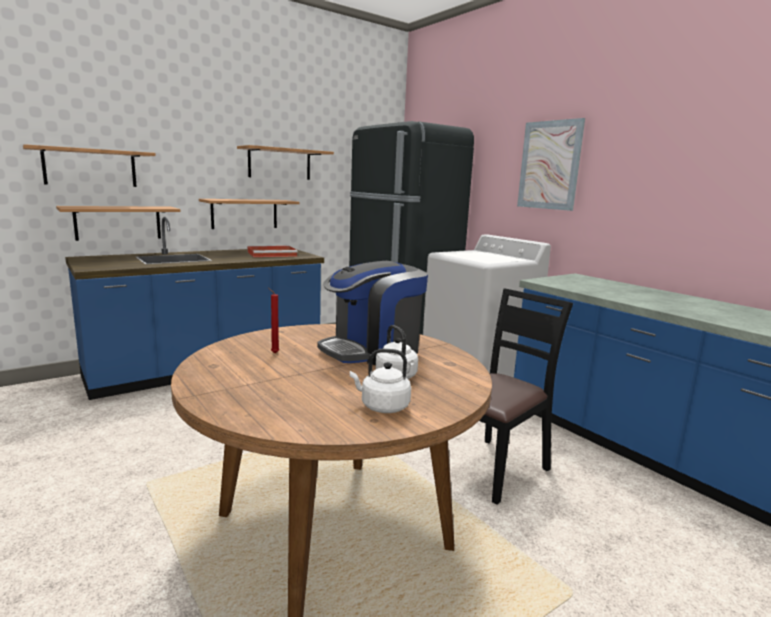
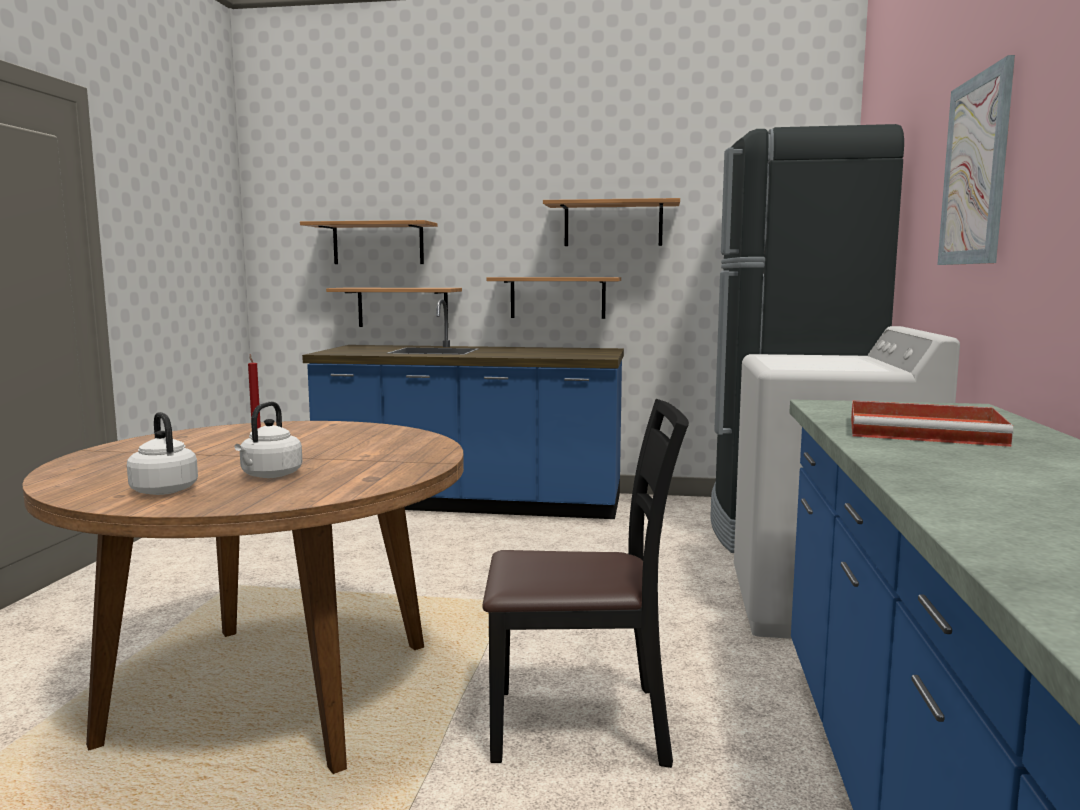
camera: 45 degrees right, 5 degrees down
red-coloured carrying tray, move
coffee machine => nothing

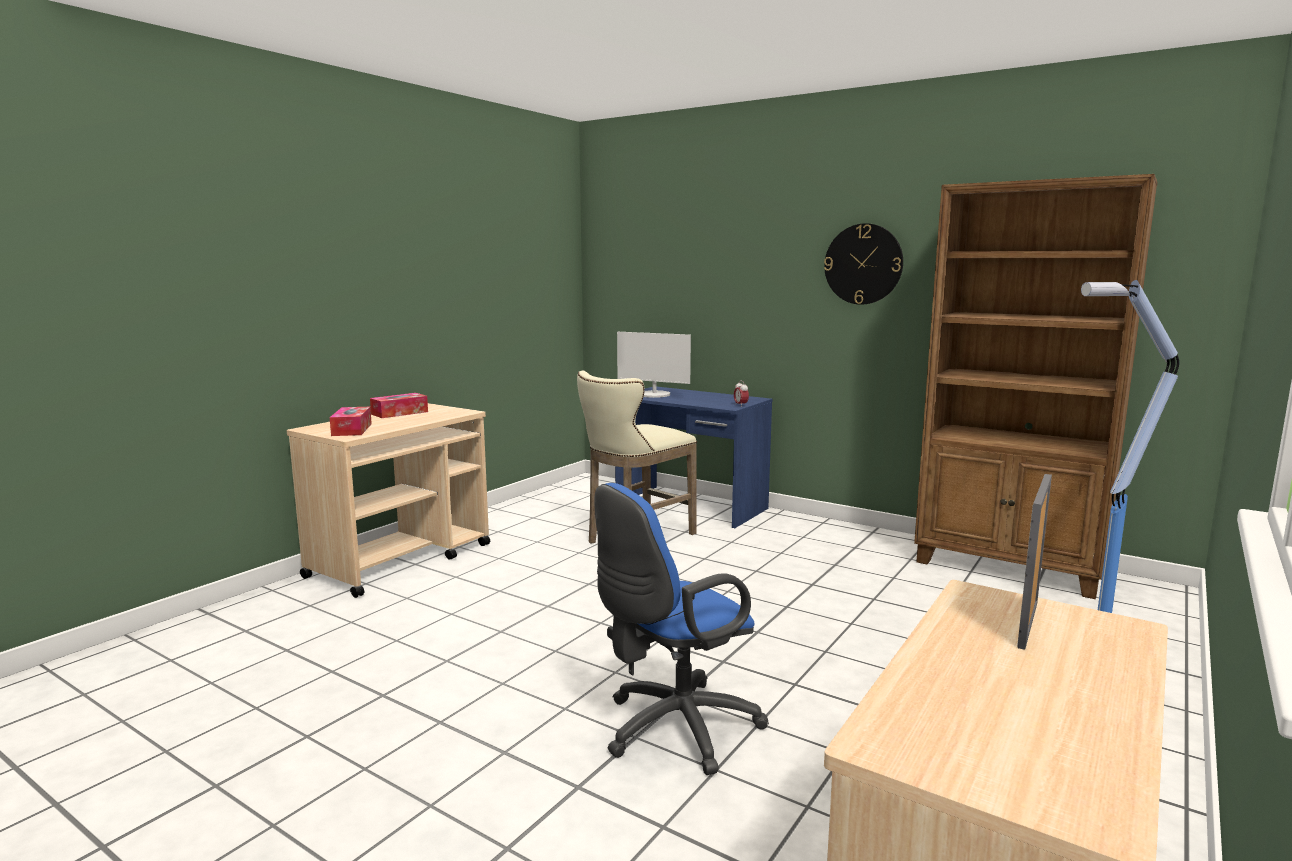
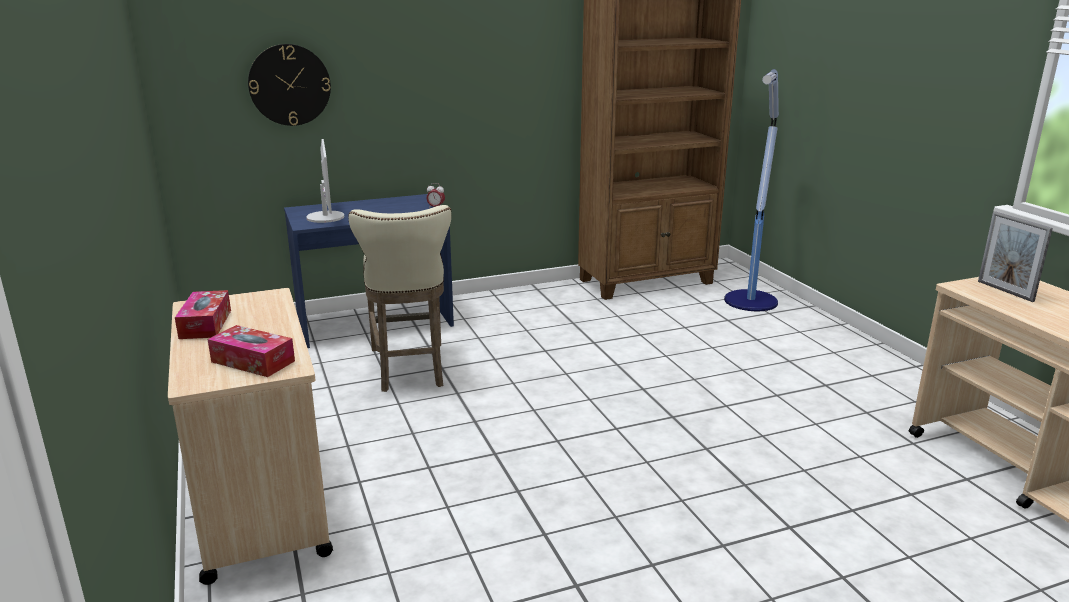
camera: 55 degrees left, 10 degrees up
hanging clock, move
computer display, 75 degrees counterclockwise
blue desk chair => nothing

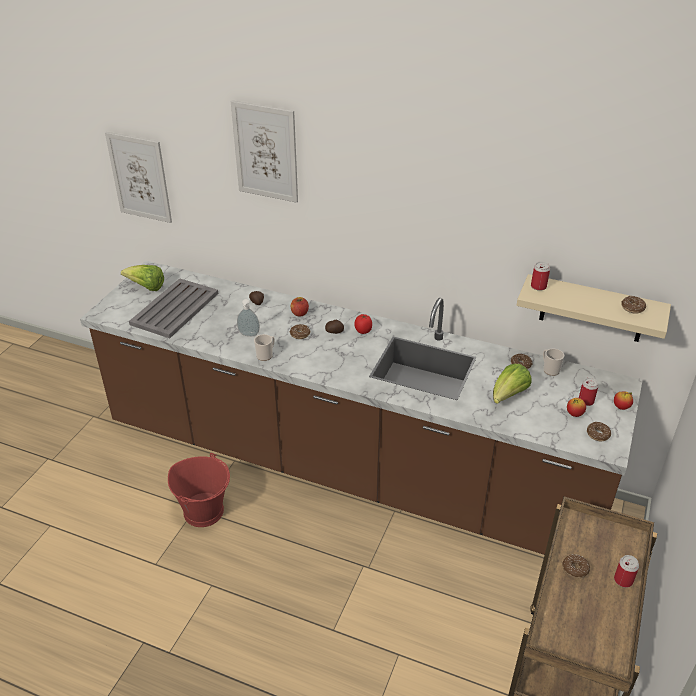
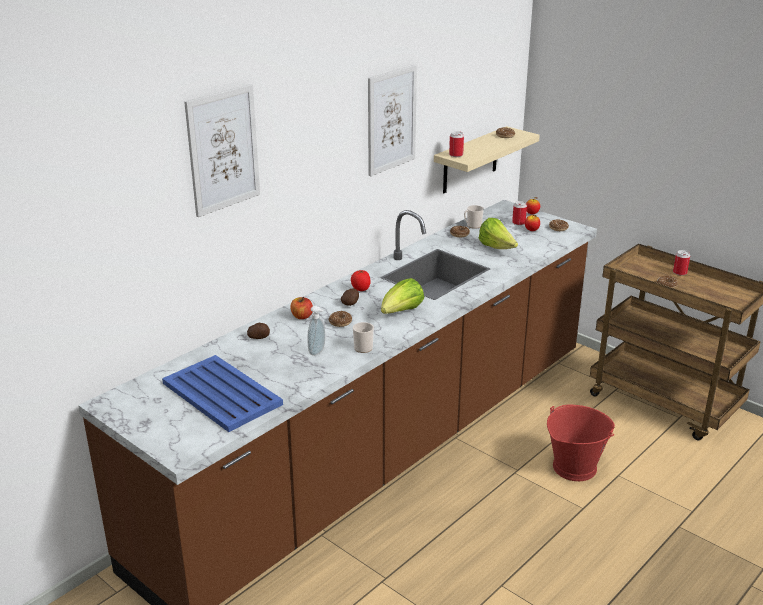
camera: 70 degrees left, 10 degrees down
picture (1st from left in the first image) => picture (2nd from left), move
head of lettuce (1st from left), move
grey carrying tray => blue carrying tray
red-coloured bucket, move

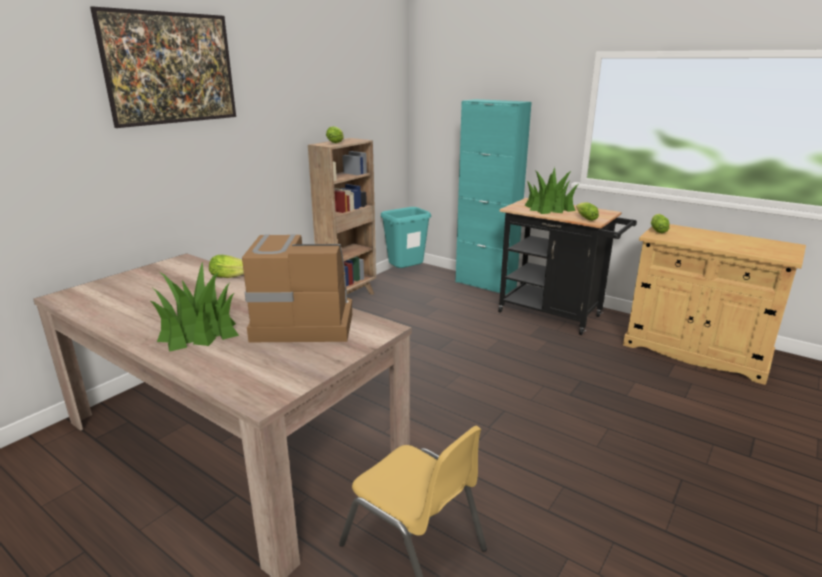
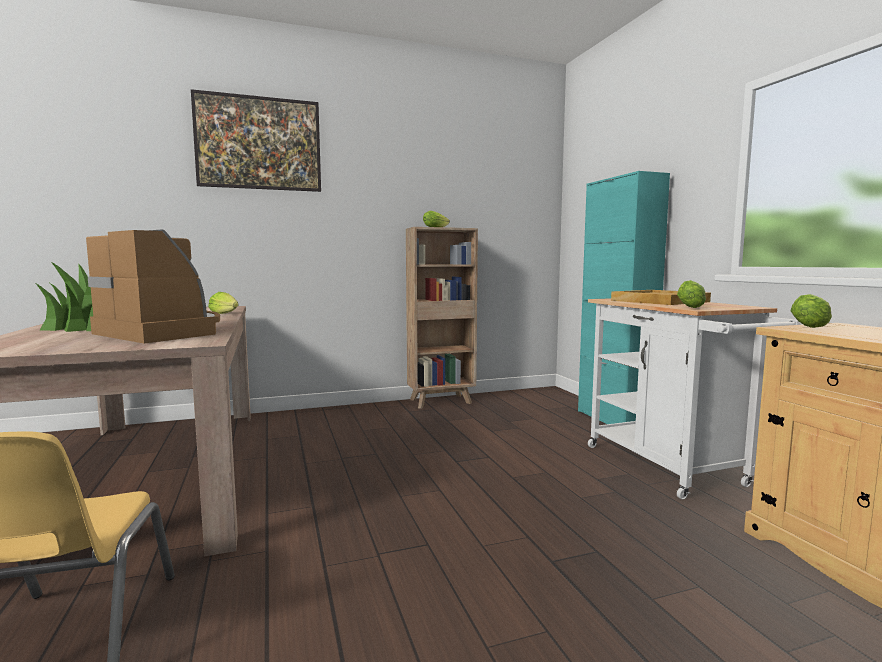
camera: 35 degrees right, 15 degrees down
plant in a pot (2nd from left) => beige-coloured carrying tray
black trolley => white-coloured trolley
blue-green trash can => nothing

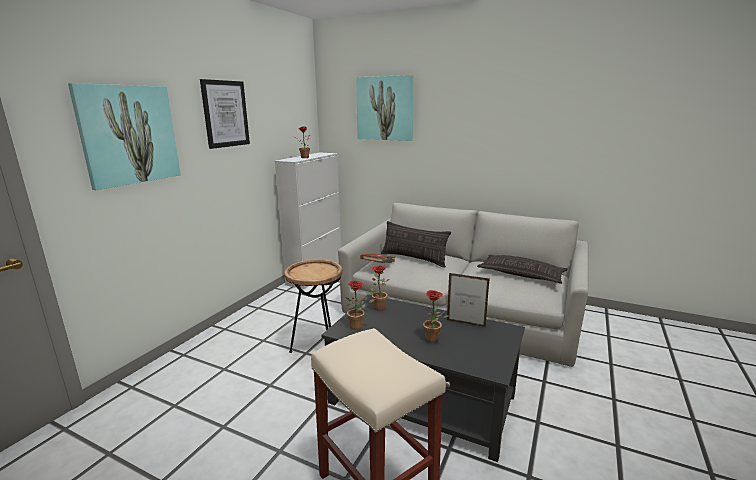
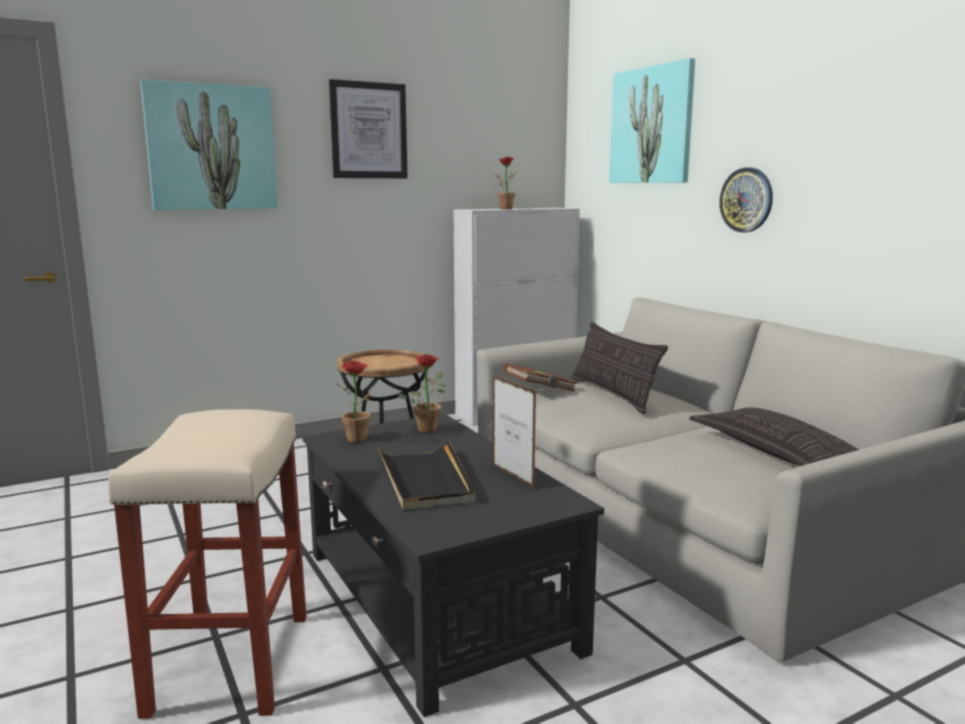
camera: 35 degrees right, 5 degrees down
plant in a pot (4th from left) => black carrying tray
nothing => hanging clock

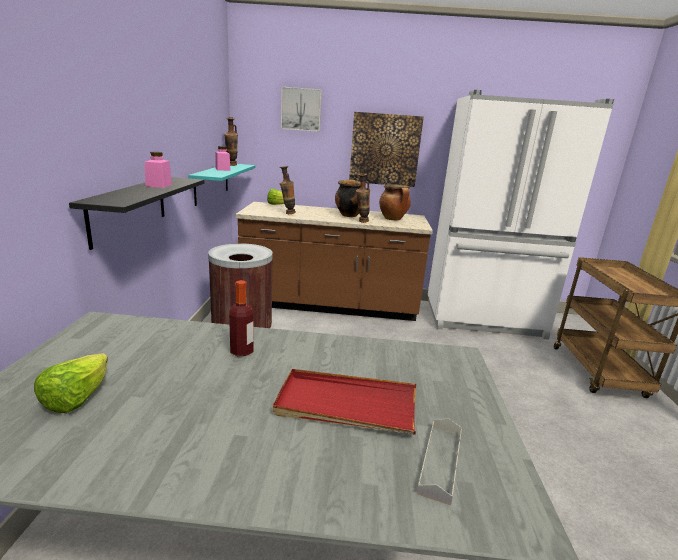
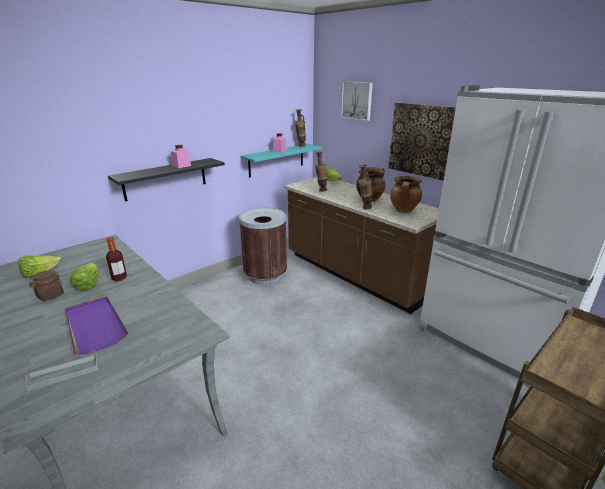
camera: 45 degrees right, 5 degrees up
red-coloured carrying tray => purplish carrying tray
nothing => head of lettuce (2nd from left)
nothing => brown preserve jar

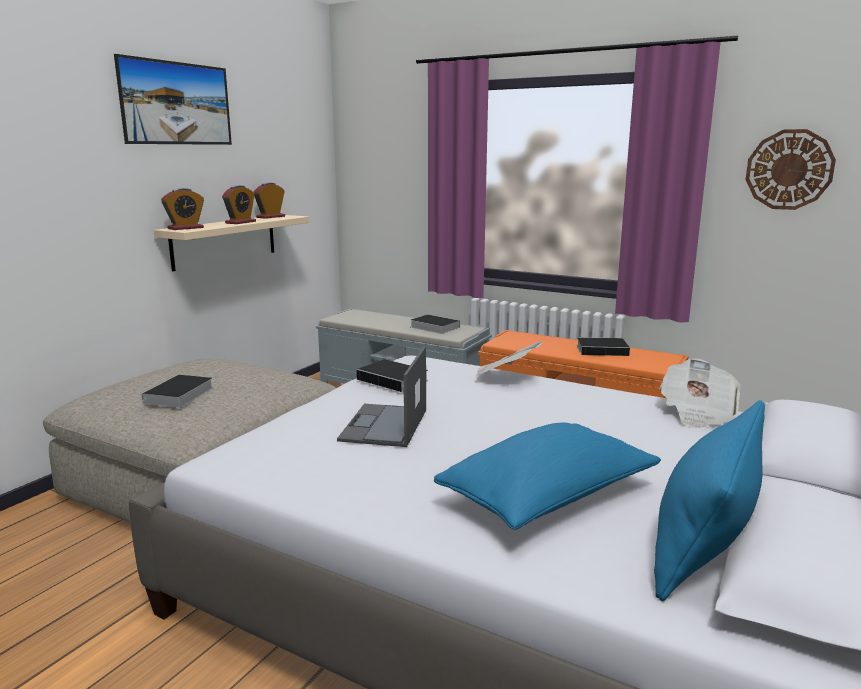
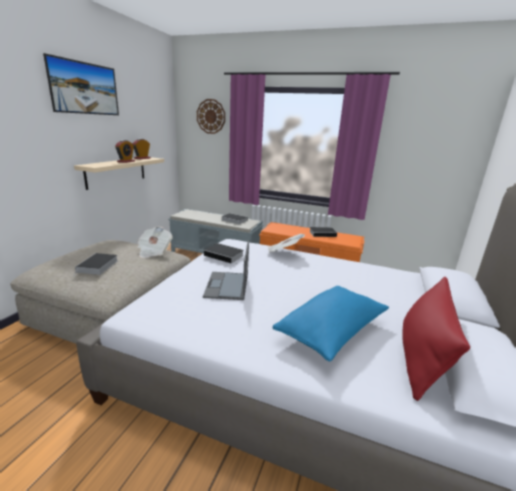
camera: 10 degrees left, 5 degrees up
hanging clock, move
alarm clock (1st from left) => nothing
newspaper (2nd from left in the first image) => newspaper (1st from left), move
blue cushion (2nd from left) => red-coloured cushion

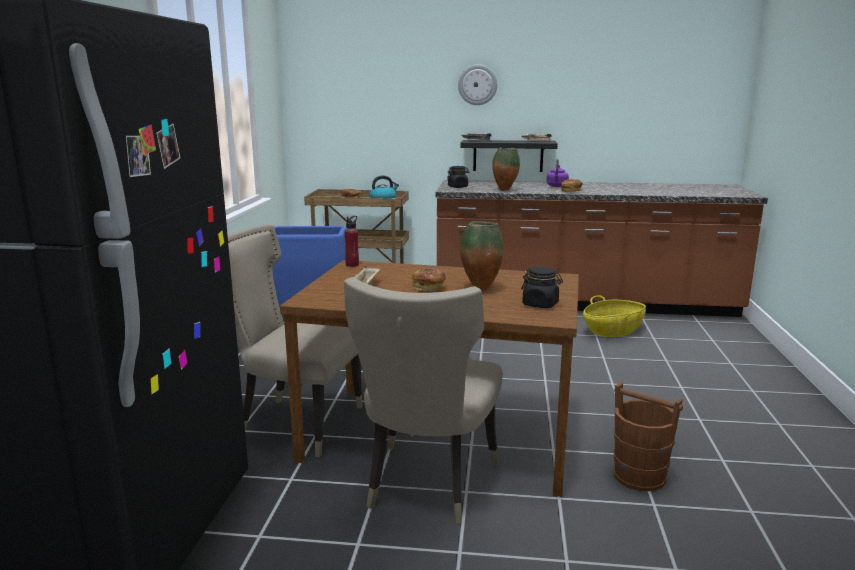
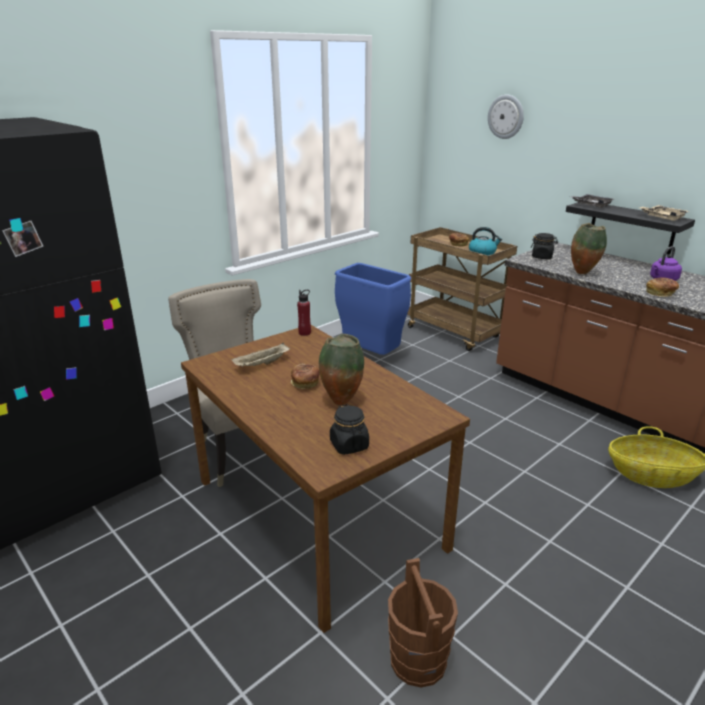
camera: 40 degrees right, 10 degrees up
hanging clock, move
beige-coloured plain chair (2nd from left) => nothing

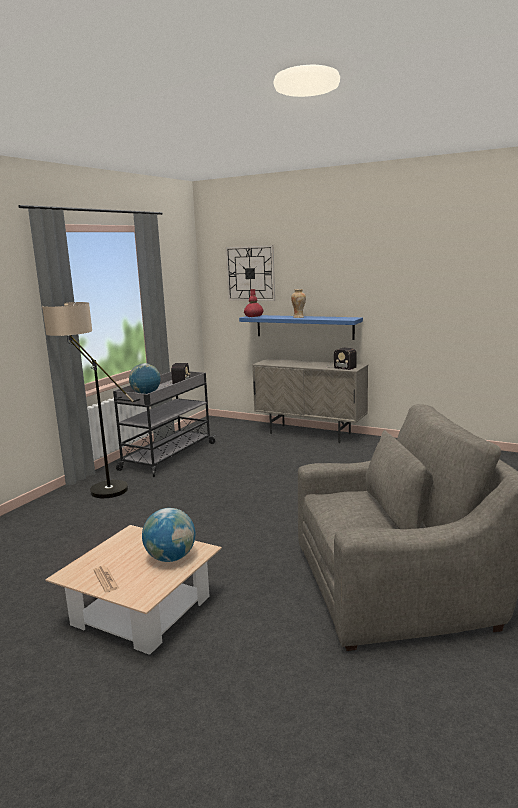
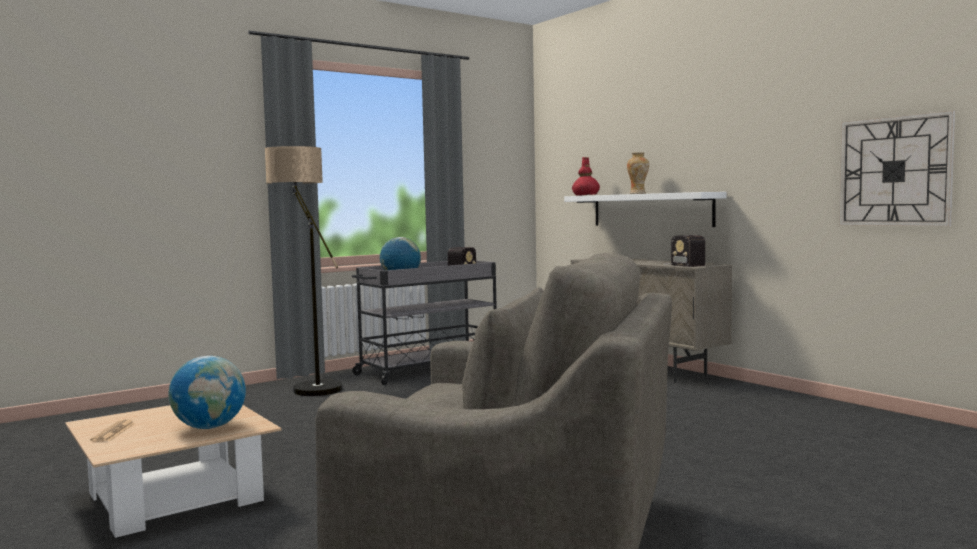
camera: 25 degrees right, 10 degrees down
hanging clock, move
blue bracket shelf => white-coloured bracket shelf

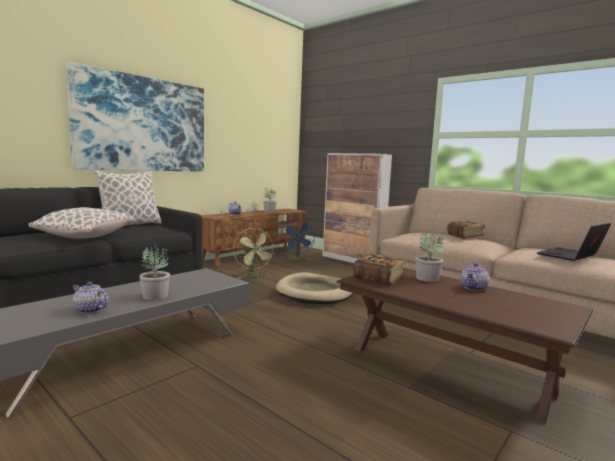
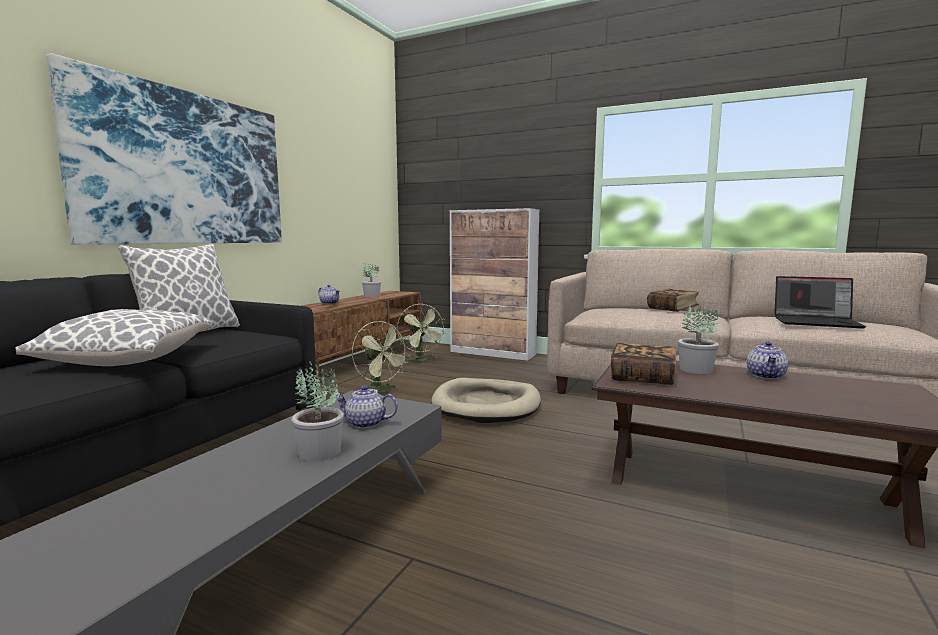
camera: 15 degrees left, 0 degrees up
blue electric fan => green-coloured electric fan (2nd from left)
notebook computer, 105 degrees counterclockwise
pot for tea (1st from left in the first image) => pot for tea (2nd from left), move

